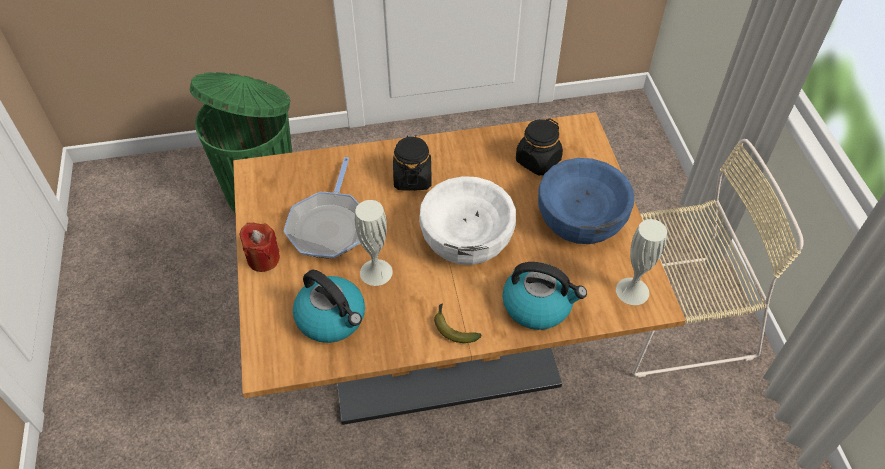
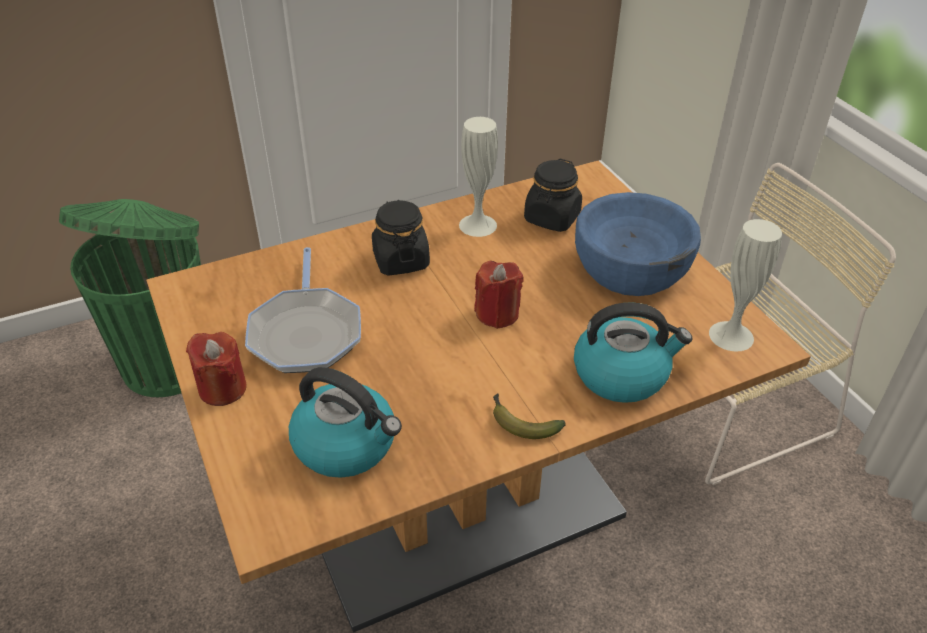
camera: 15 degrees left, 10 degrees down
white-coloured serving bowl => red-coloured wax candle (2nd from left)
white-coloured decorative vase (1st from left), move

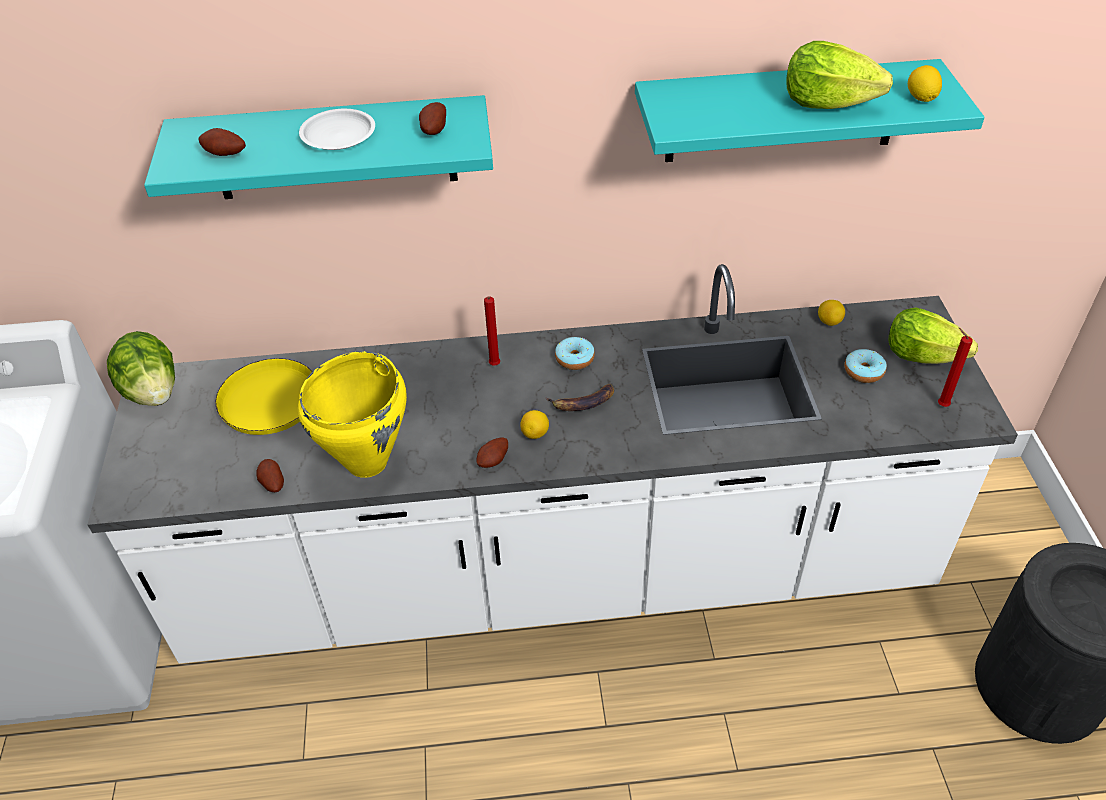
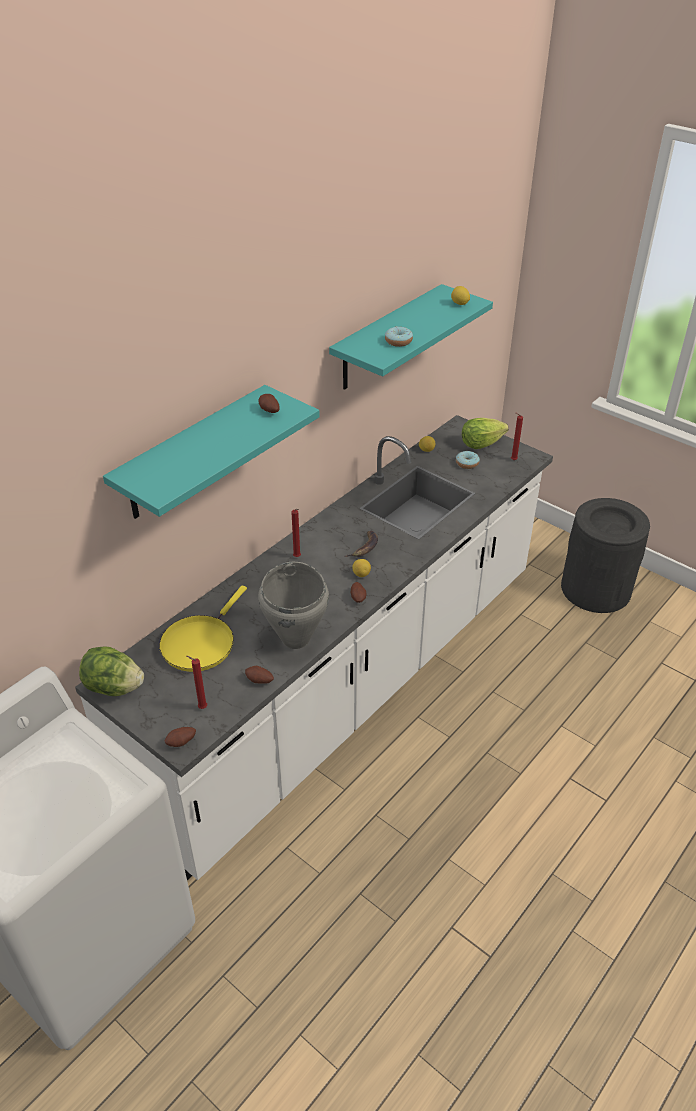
camera: 45 degrees left, 5 degrees down
head of lettuce (2nd from left) => nothing
white-coloured flat dish => nothing
spud (1st from left), move
doughnut (1st from left), move
yellow cooking pot => grey cooking pot
nothing => red-coloured wax candle (1st from left)

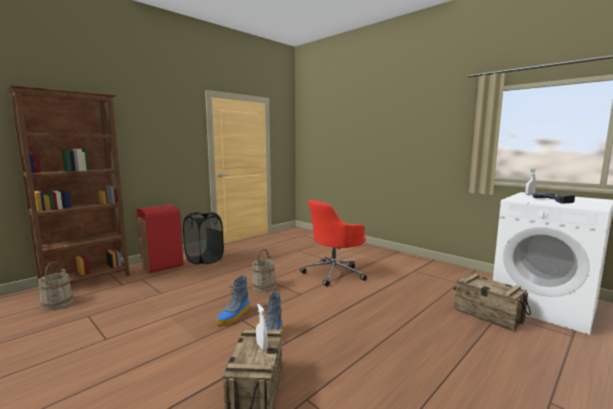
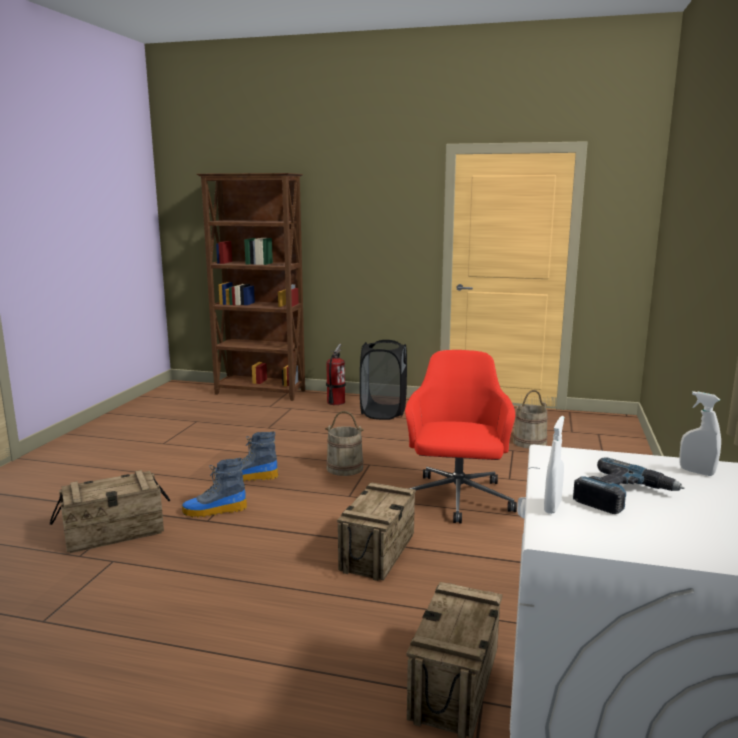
camera: 60 degrees right, 5 degrees up
red-coloured desk chair, 75 degrees clockwise
red-coloured trash can => extinguisher
beige-coloured bucket (1st from left in the first image) => beige-coloured bucket (2nd from left), move
white-coloured spray bottle (1st from left), move
nothing => shipping crate (2nd from left)

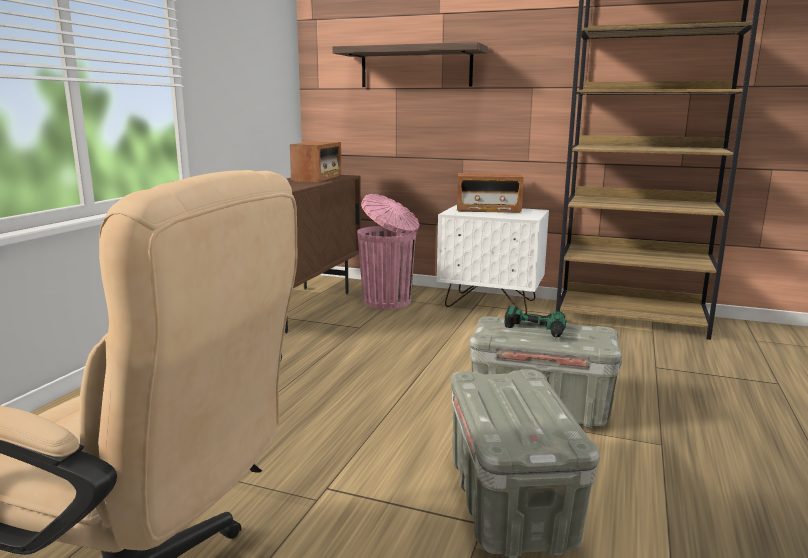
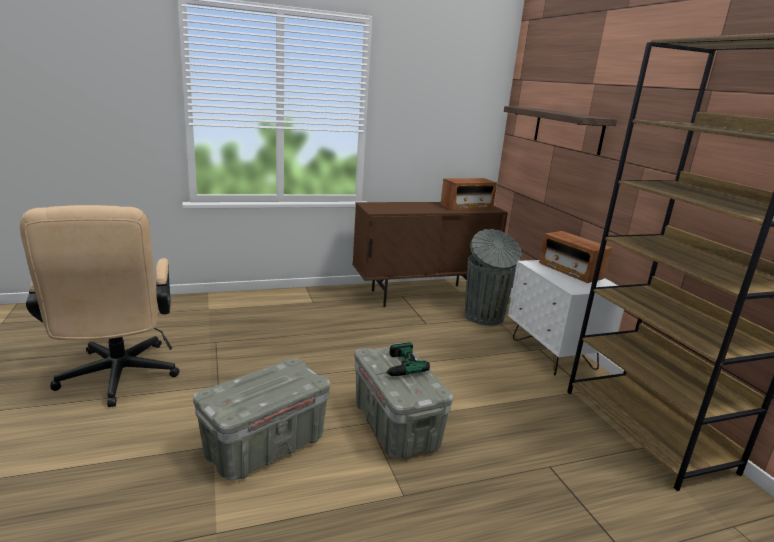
camera: 50 degrees right, 5 degrees up
pink trash can => grey trash can

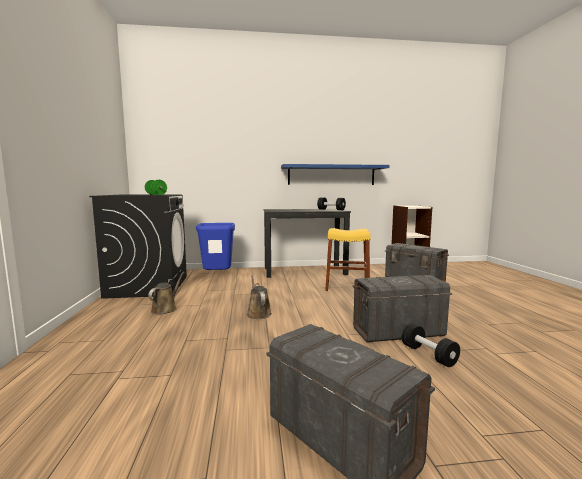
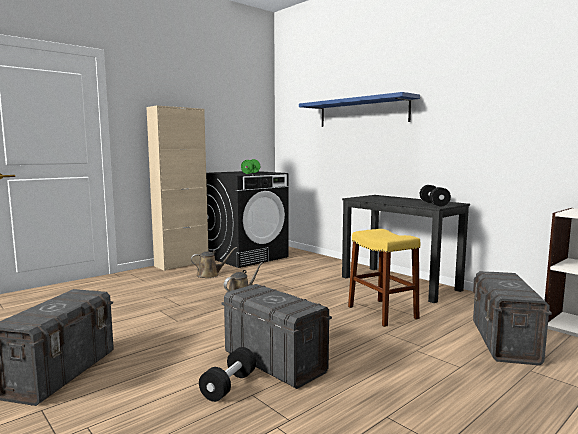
camera: 55 degrees right, 0 degrees up
blue bracket shelf, move
blue trash can => nothing
nothing => beige-coloured storage cabinet

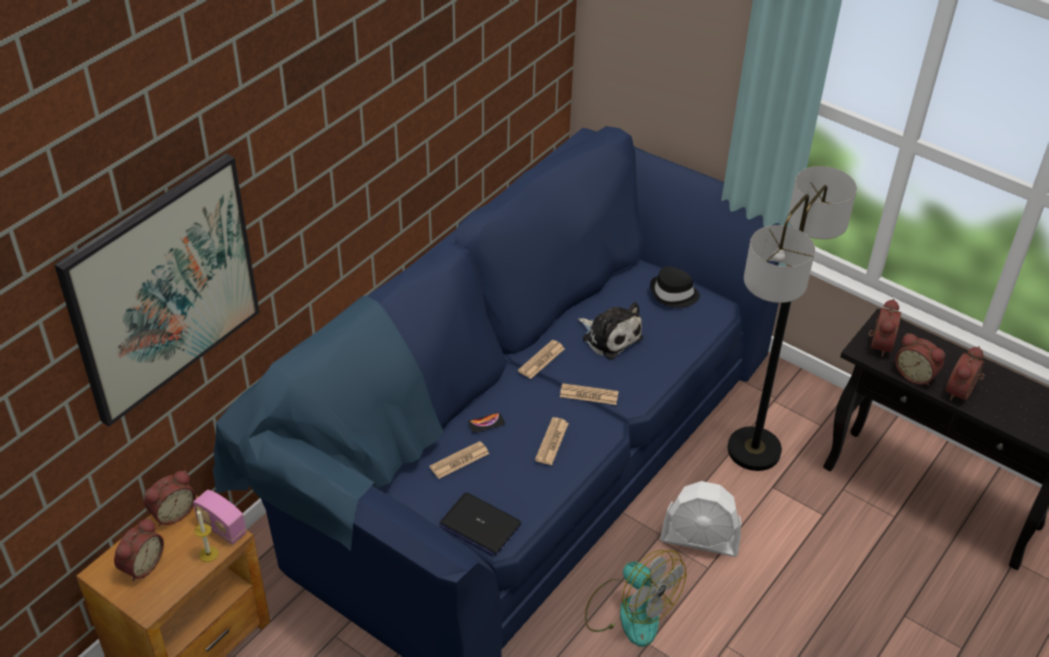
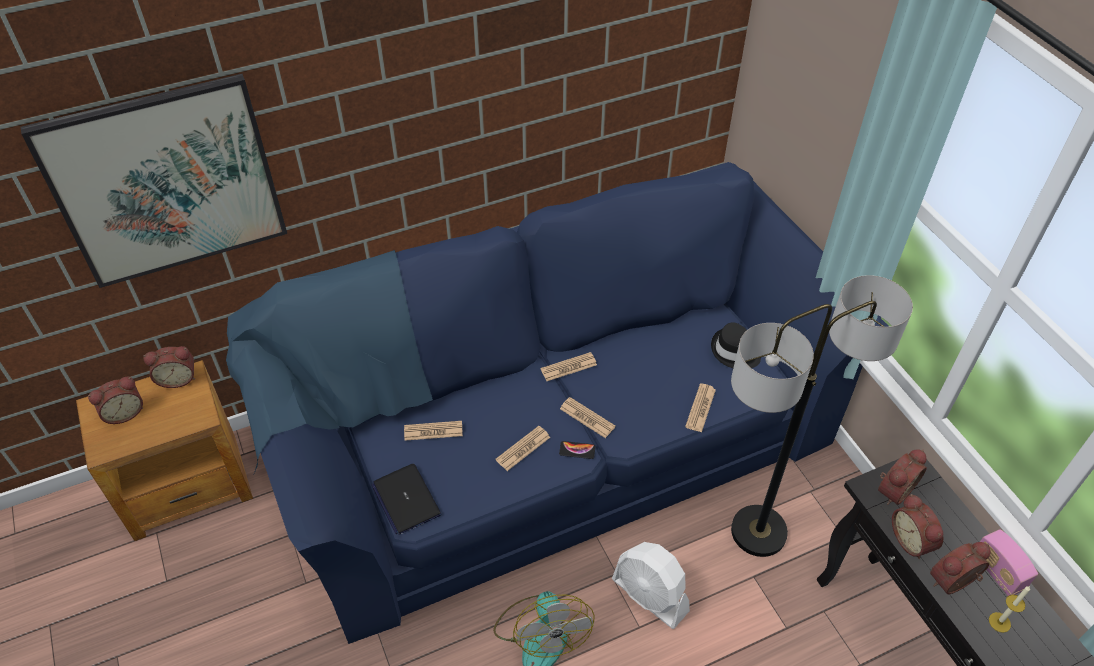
camera: 30 degrees right, 5 degrees up
soft toy => nothing
phone, move
radio receiver, move
wax candle, move
nothing => newspaper (5th from left)

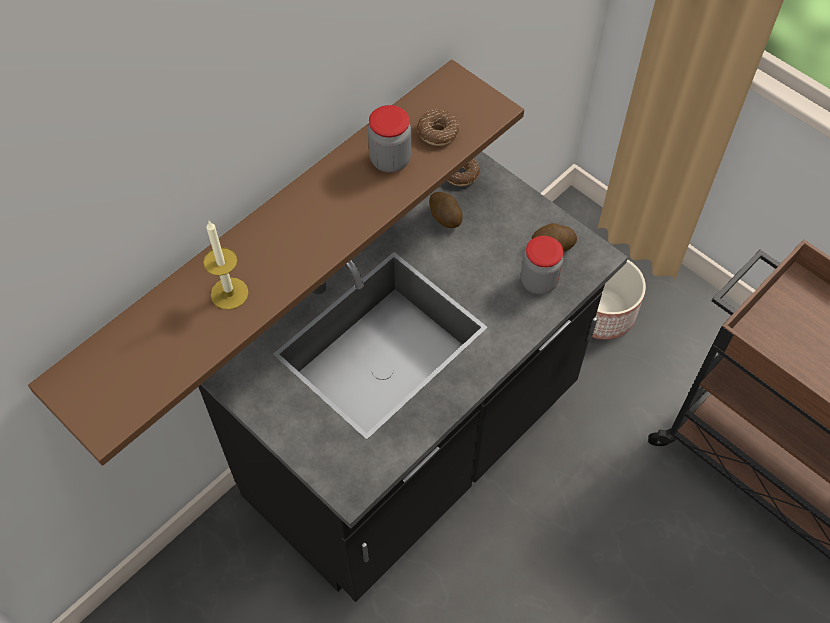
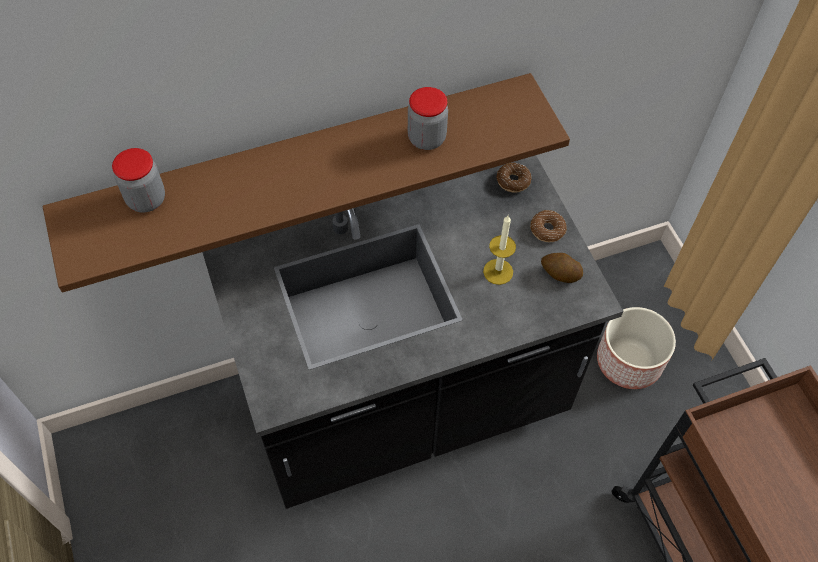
camera: 25 degrees right, 0 degrees up
doughnut (1st from left in the first image) => doughnut (2nd from left), move
spud (1st from left) => nothing
wax candle, move
preserve jar (2nd from left in the first image) => preserve jar (1st from left), move

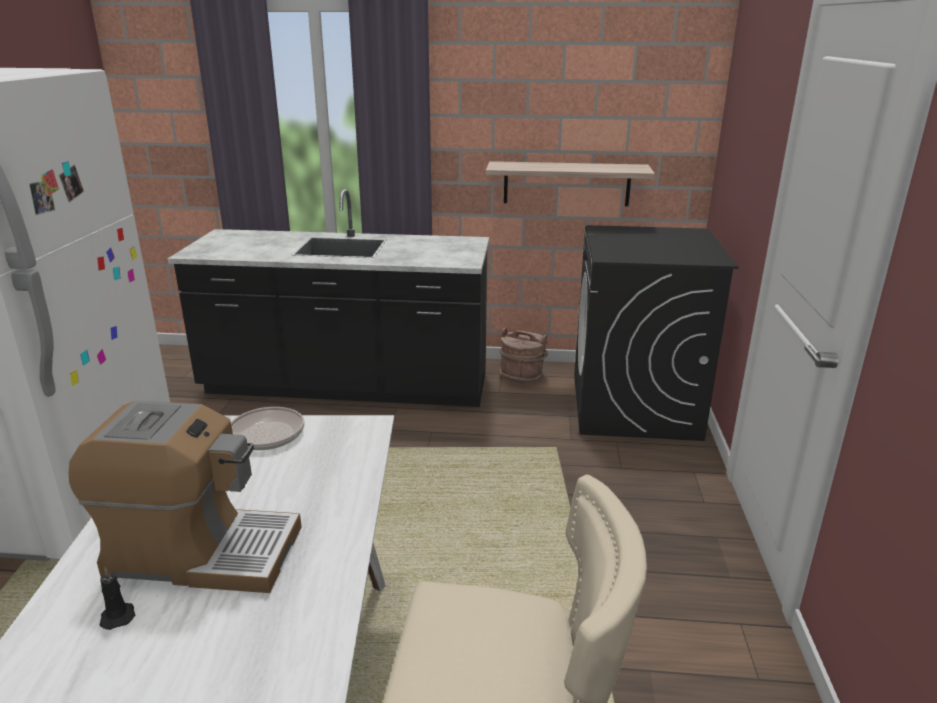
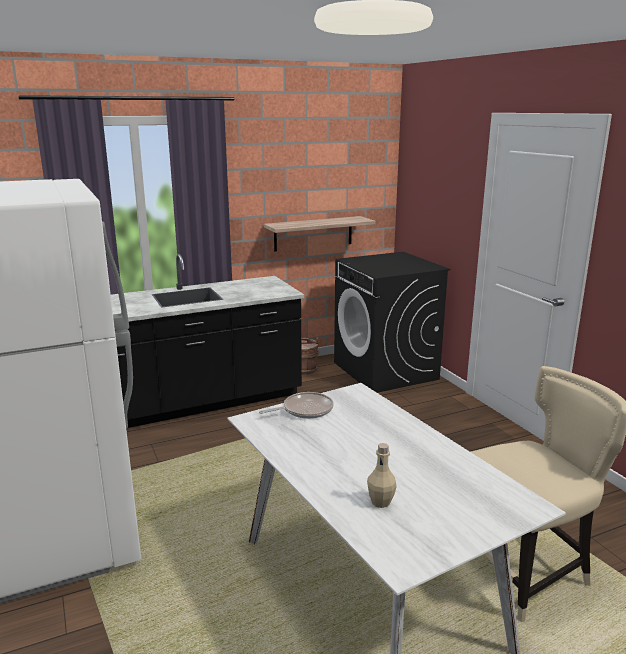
camera: 30 degrees left, 5 degrees down
coffee machine => nothing
black wax candle => beige-coloured bottle

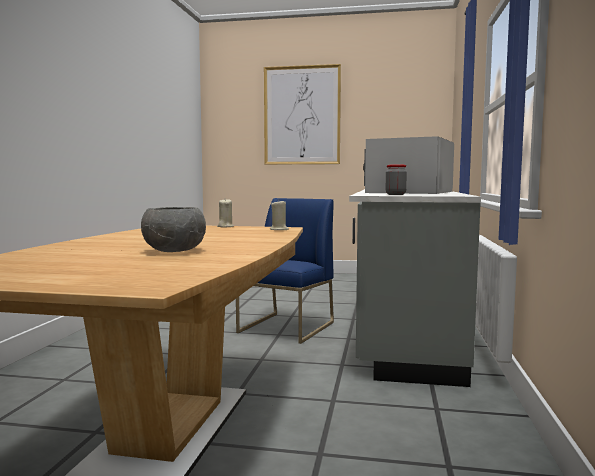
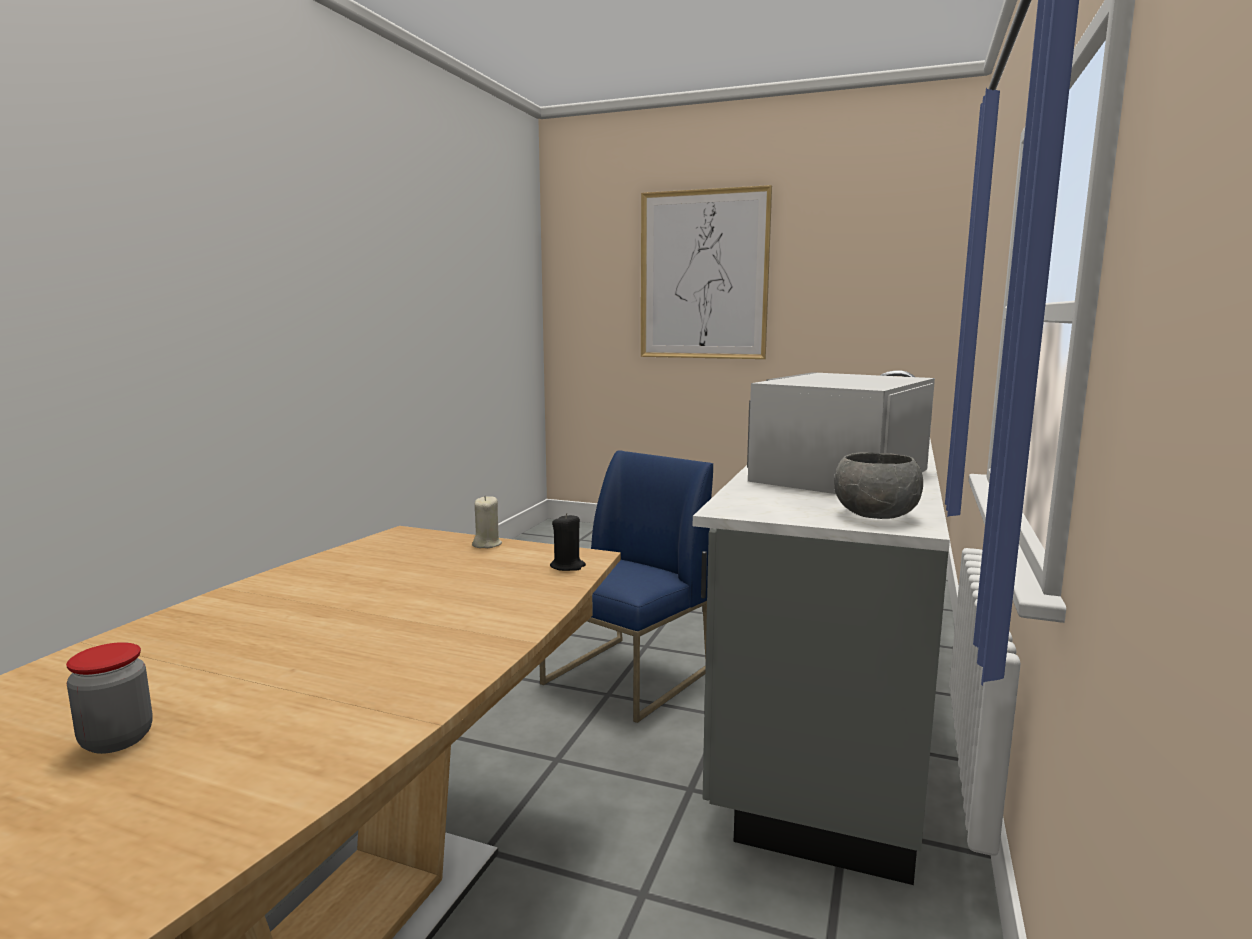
camera: 10 degrees right, 5 degrees up
preserve jar, move
beige-coloured wax candle (2nd from left) => black wax candle
grey serving bowl, move

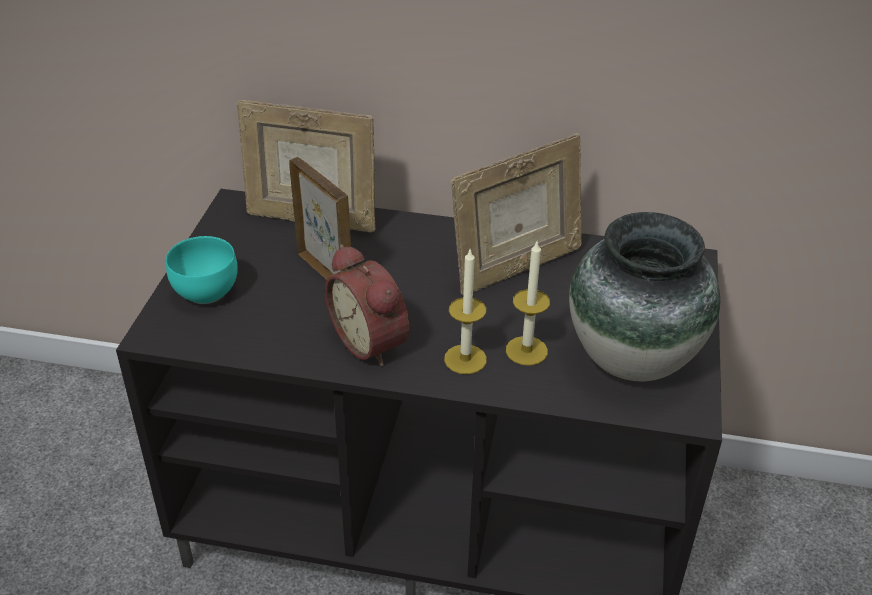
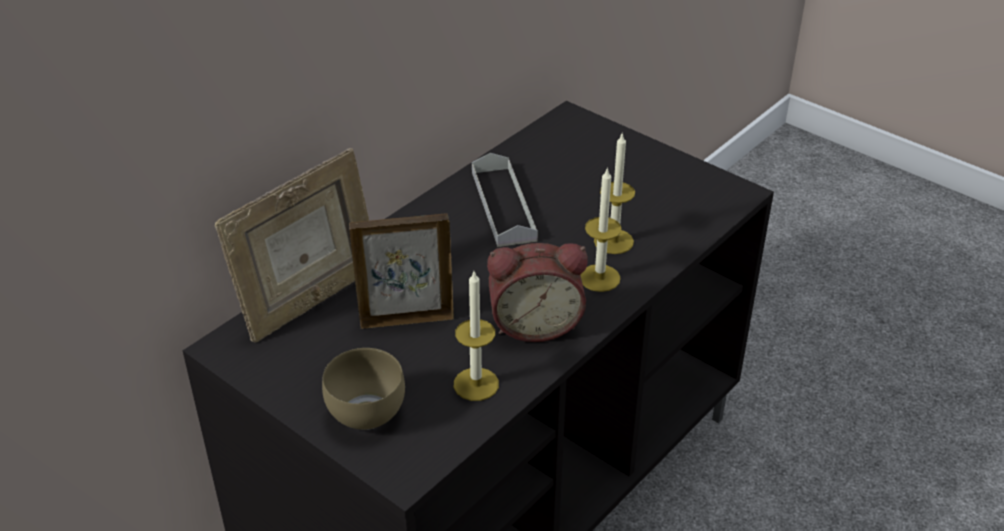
camera: 60 degrees left, 0 degrees up
photo frame (3rd from left) => grey carrying tray
decorative vase => nothing
blue-green serving bowl => brown serving bowl
nothing => wax candle (1st from left)

